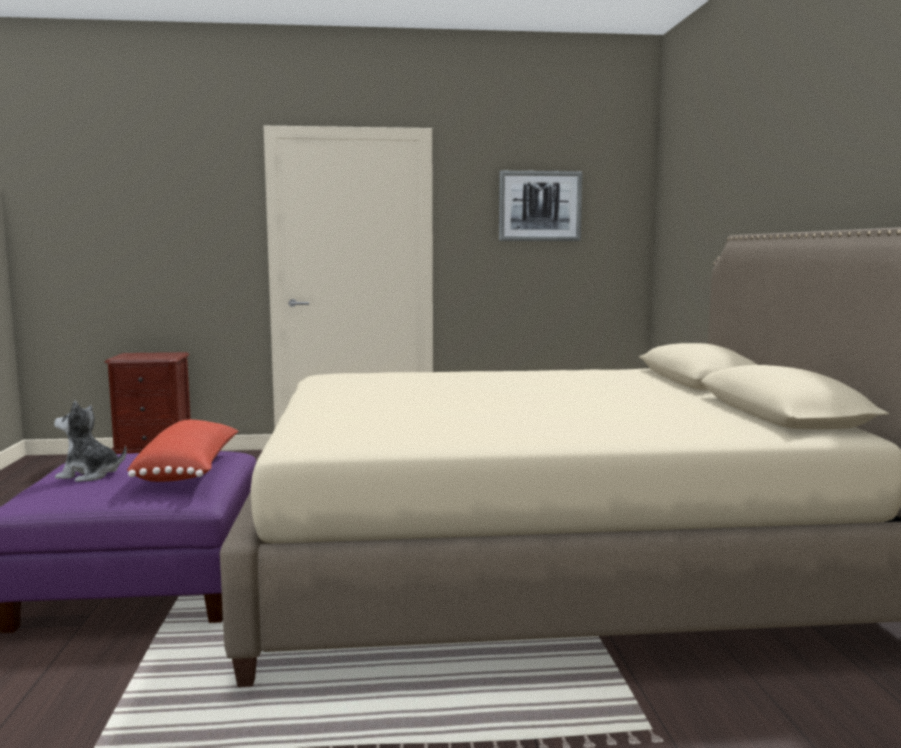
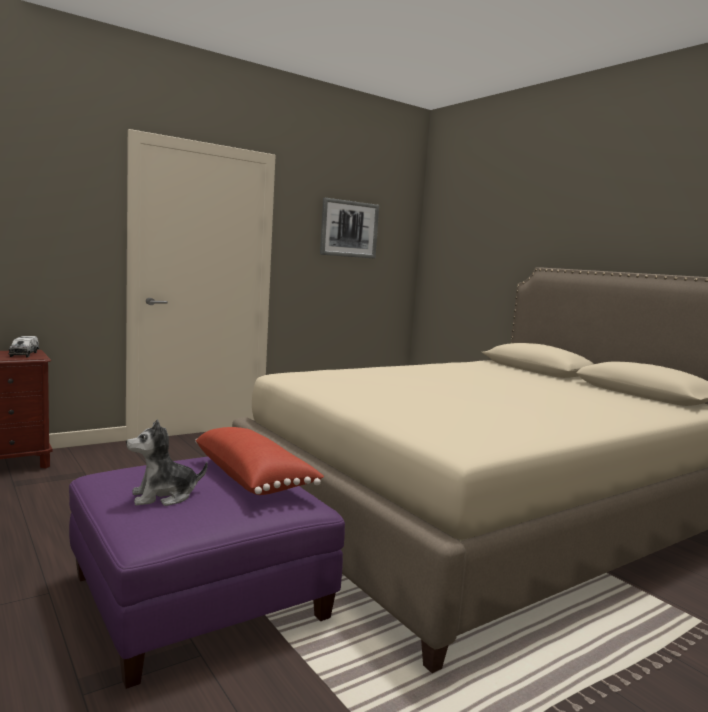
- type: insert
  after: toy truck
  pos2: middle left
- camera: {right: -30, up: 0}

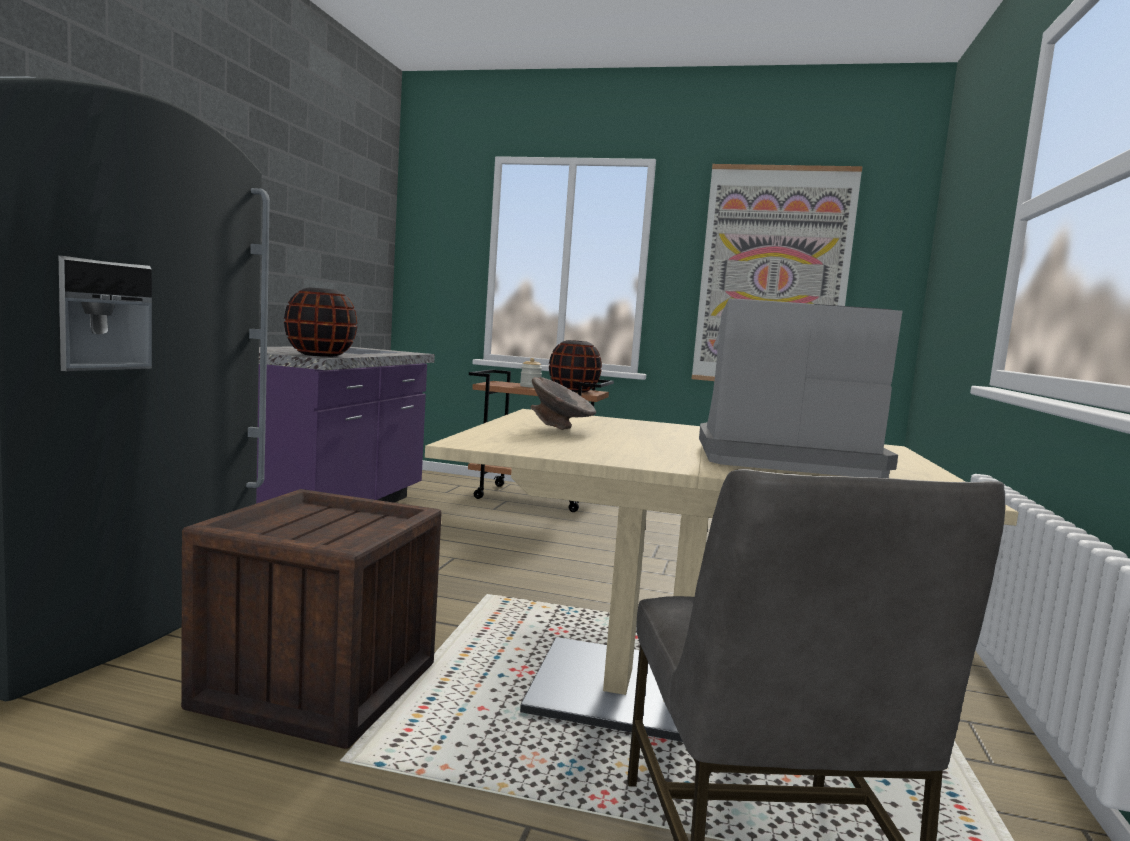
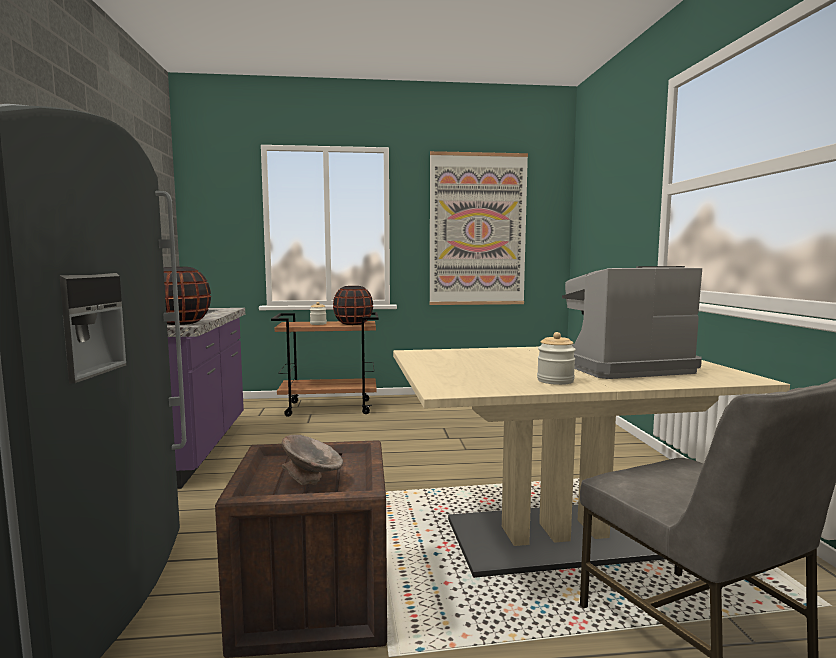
- type: move
  before: grey bowl
  pos1: centre
  pos2: bottom centre
- type: insert
  after: jar (2nd from left)
  pos2: centre
- camera: {right: -20, up: 0}

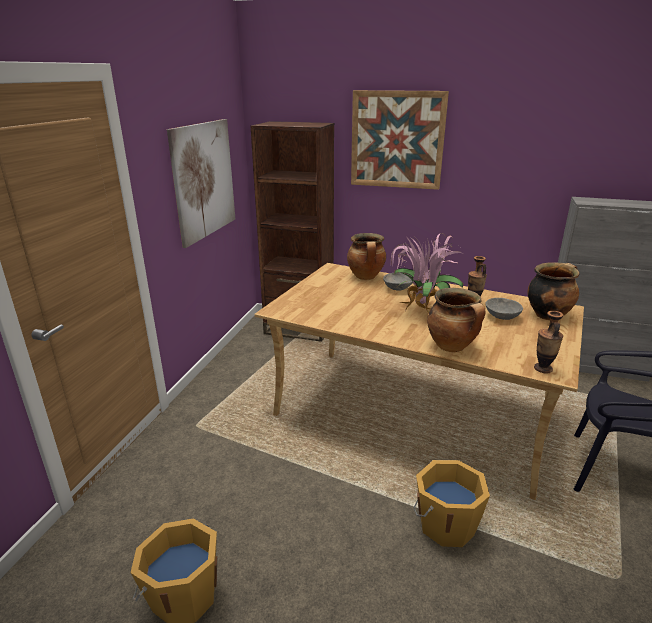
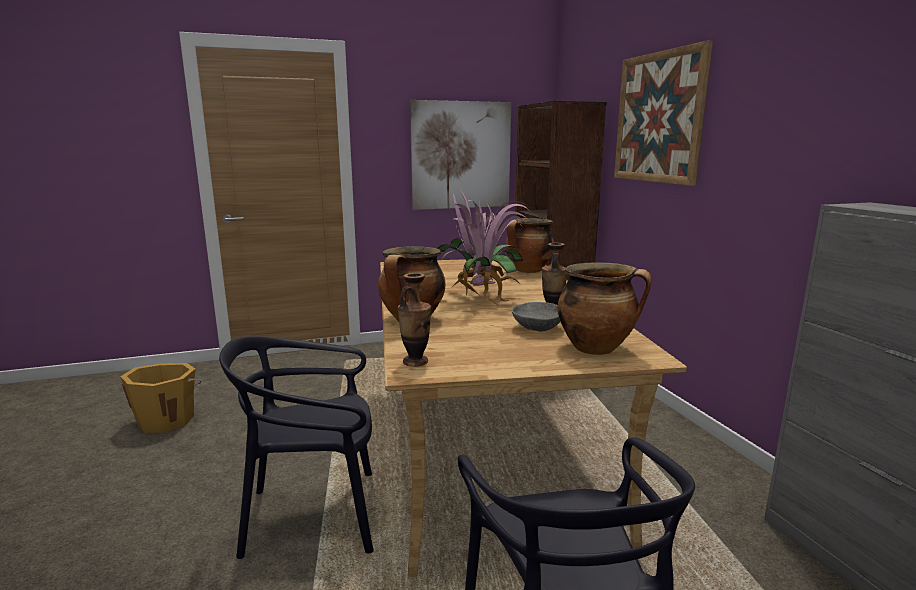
- type: replace
  before: orange bucket (2nd from left)
  after: black chair (1st from left)
  pos1: bottom right
  pos2: bottom left
- type: delete
  before: grey bowl (1st from left)
  pos1: centre
- camera: {right: 55, up: -10}

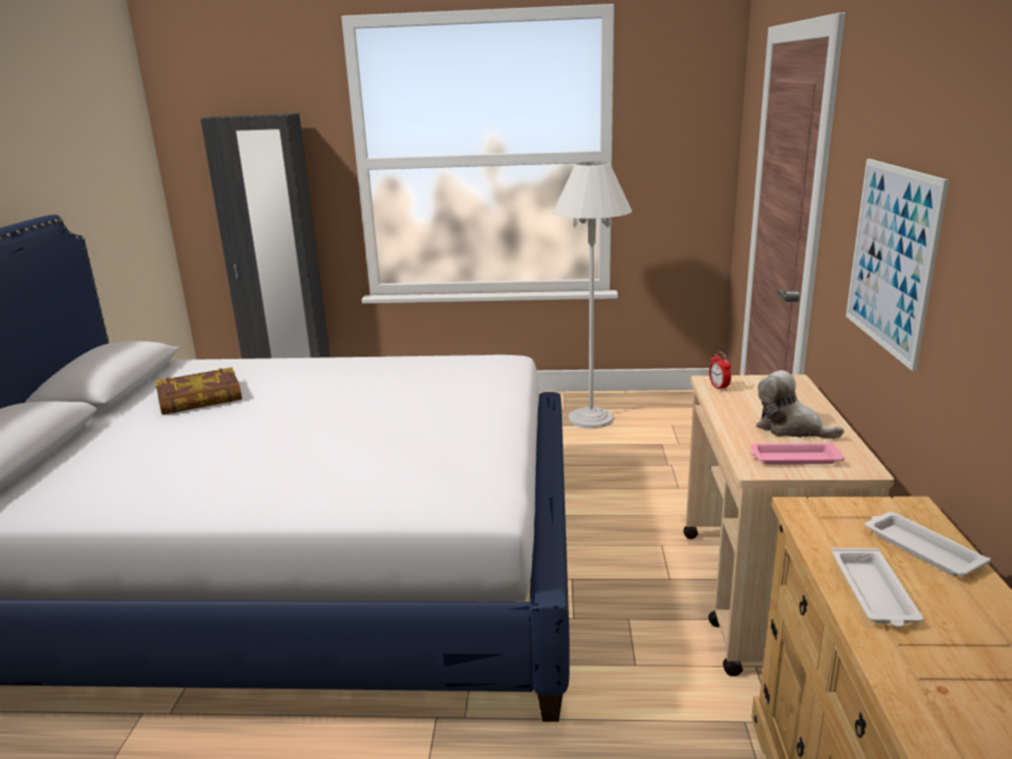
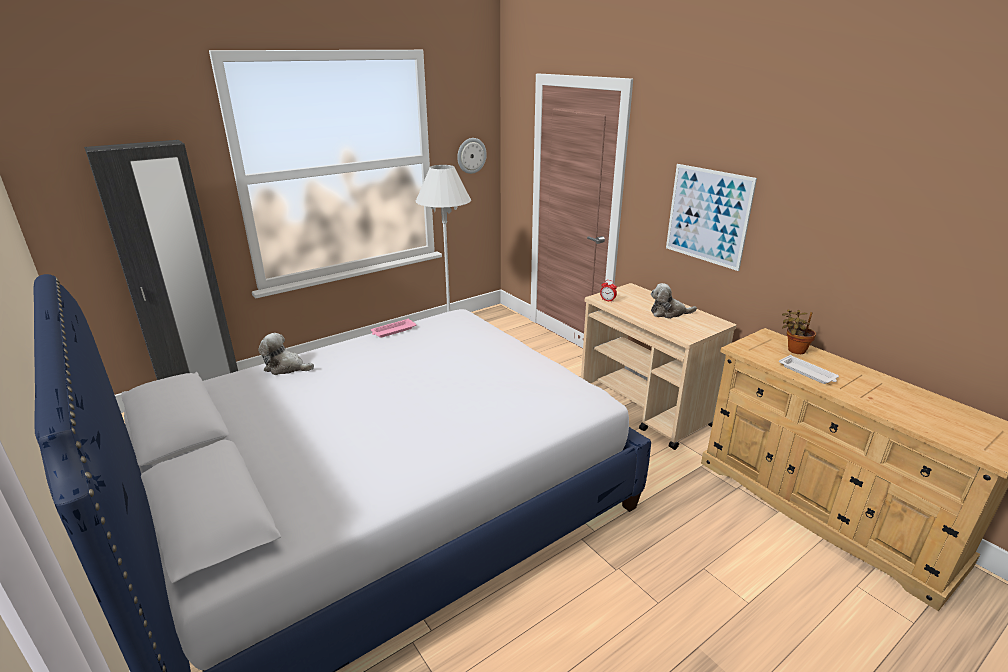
- type: insert
  after: plush toy (1st from left)
  pos2: middle left
- type: move
  before: pink tray
  pos1: middle right
  pos2: centre
- type: insert
  after: wall clock
  pos2: top centre
- type: replace
  before: white tray (2nd from left)
  after: potted plant
  pos1: bottom right
  pos2: middle right
- type: delete
  before: book
  pos1: middle left
- camera: {right: -40, up: 5}

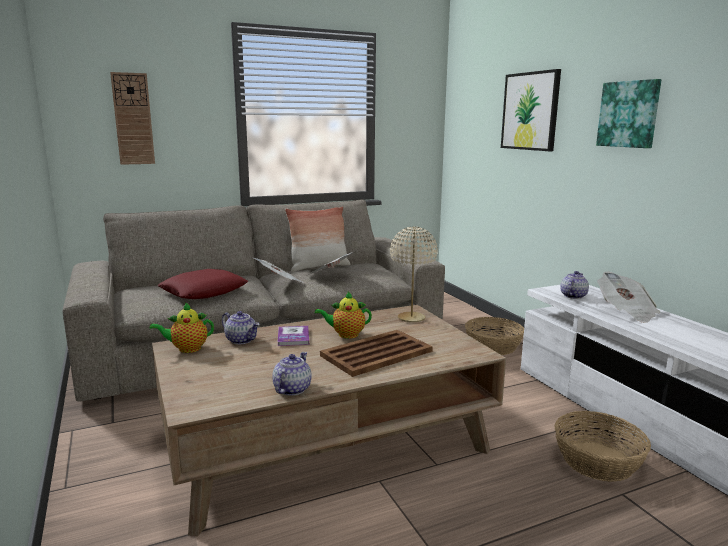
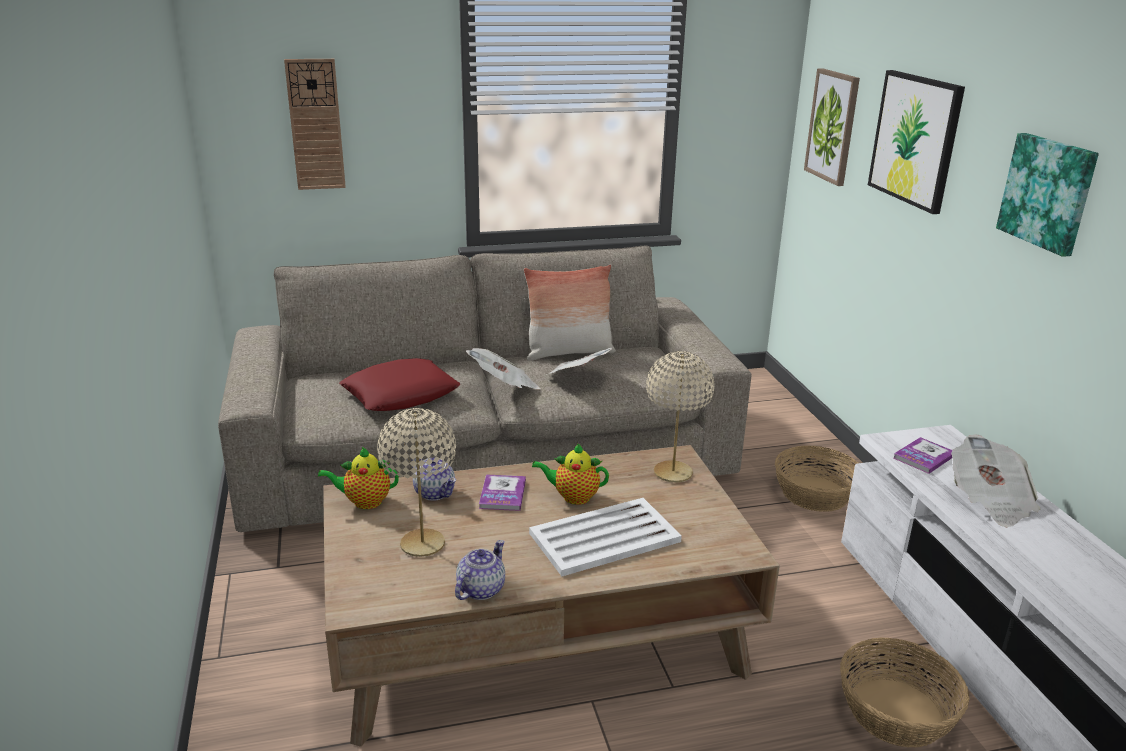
- type: insert
  after: beige table lamp (1st from left)
  pos2: centre
- type: recolor
  before: brown tray
  after: white tray
  pos1: centre
  pos2: bottom centre
- type: insert
  after: picture (1st from left)
  pos2: top right
- type: replace
  before: teapot (5th from left)
  after: book (2nd from left)
  pos1: middle right
  pos2: middle right
- camera: {right: 10, up: 10}

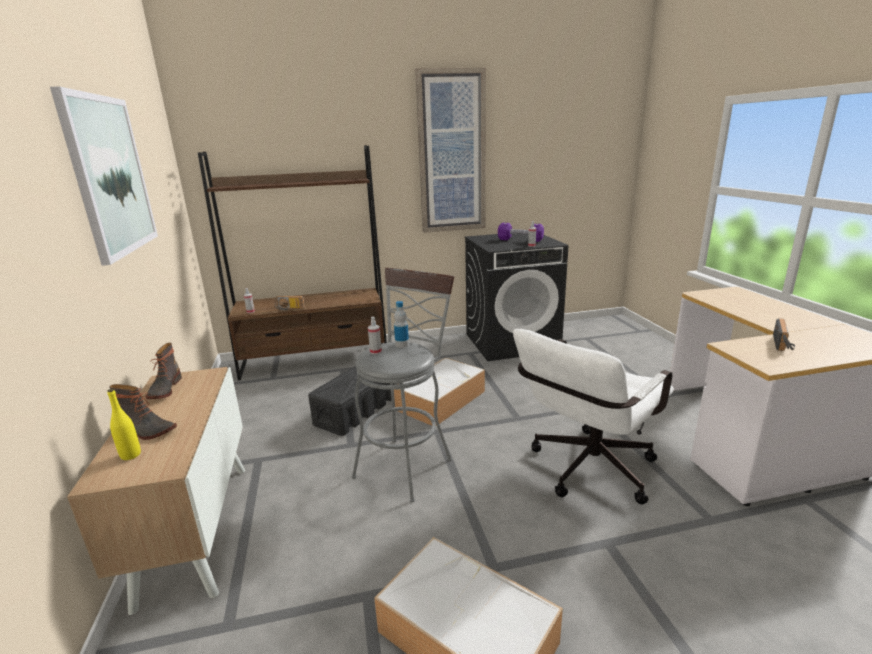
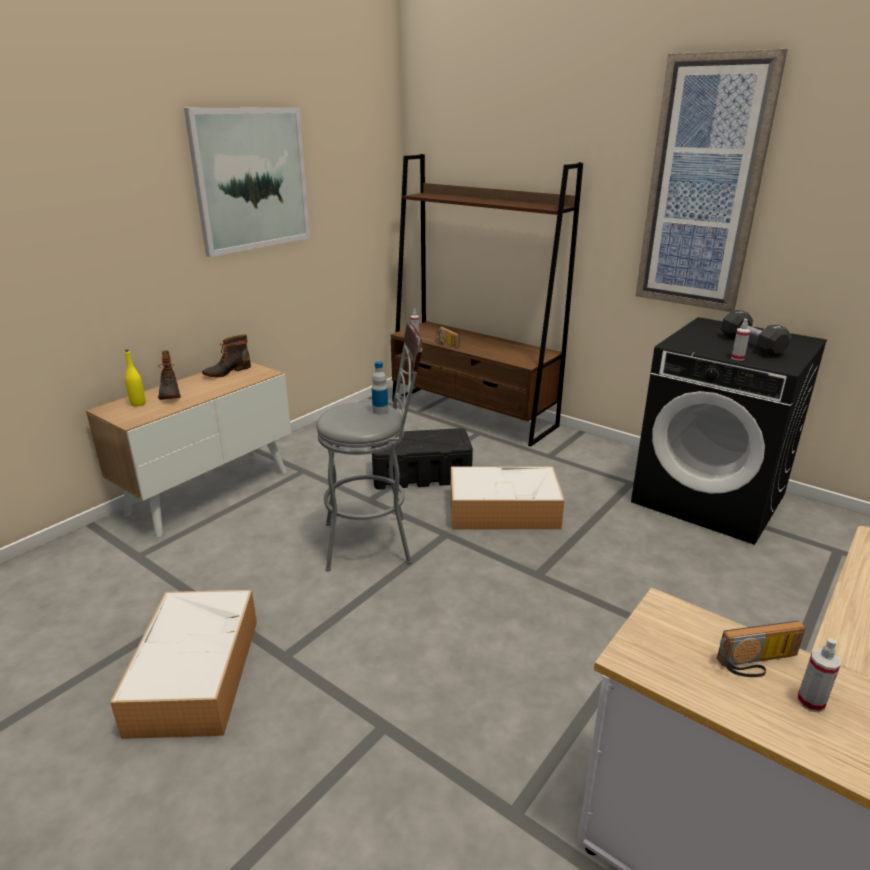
- type: recolor
  before: purple dumbbell
  after: black dumbbell
  pos1: centre
  pos2: middle right
- type: move
  before: spray bottle (2nd from left in the first image)
  after: spray bottle (3rd from left)
  pos1: centre
  pos2: bottom right
- type: delete
  before: white office chair
  pos1: middle right
- camera: {right: 50, up: 5}

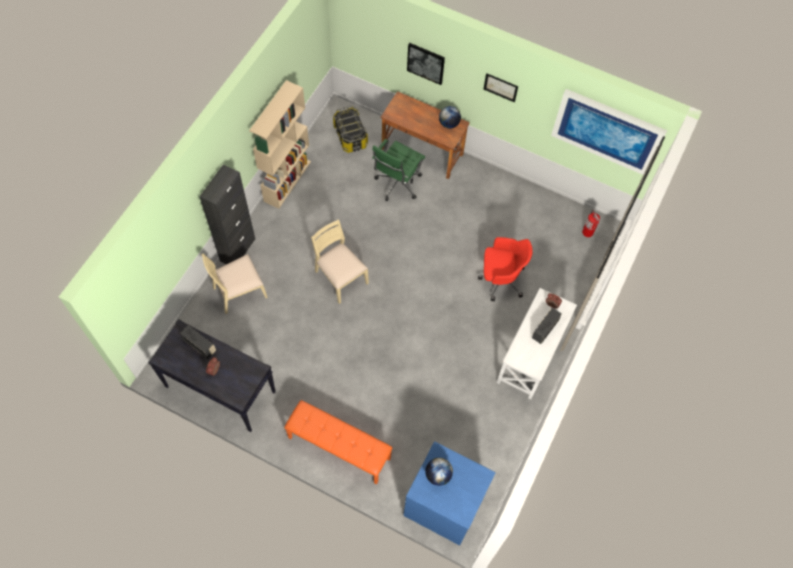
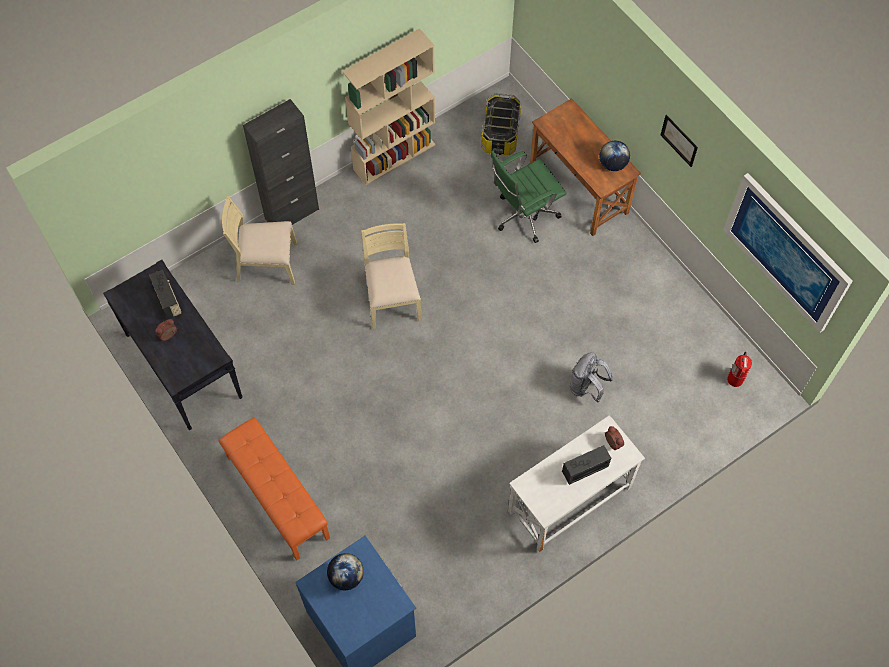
- type: replace
  before: red office chair
  after: grey backpack
  pos1: centre
  pos2: centre
- type: delete
  before: picture (1st from left)
  pos1: top centre
- camera: {right: 30, up: 0}

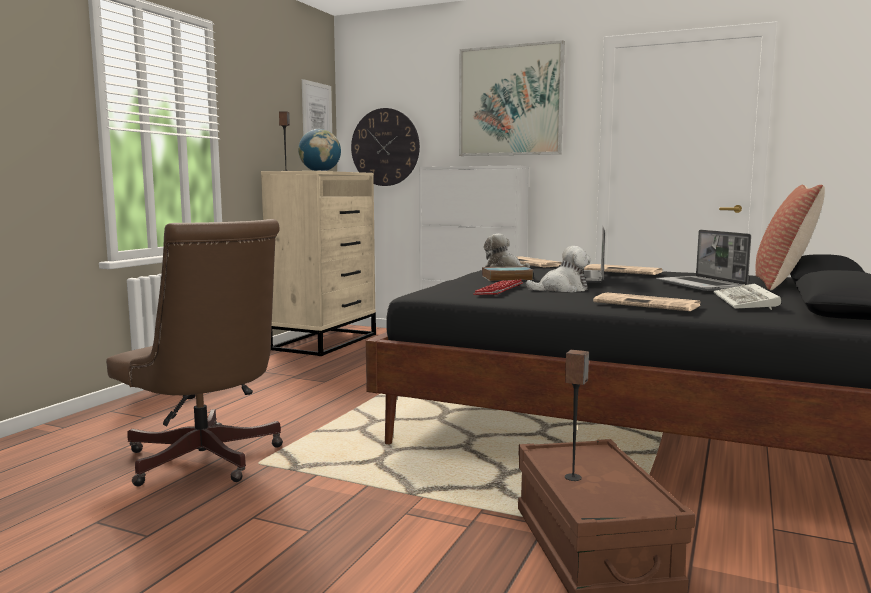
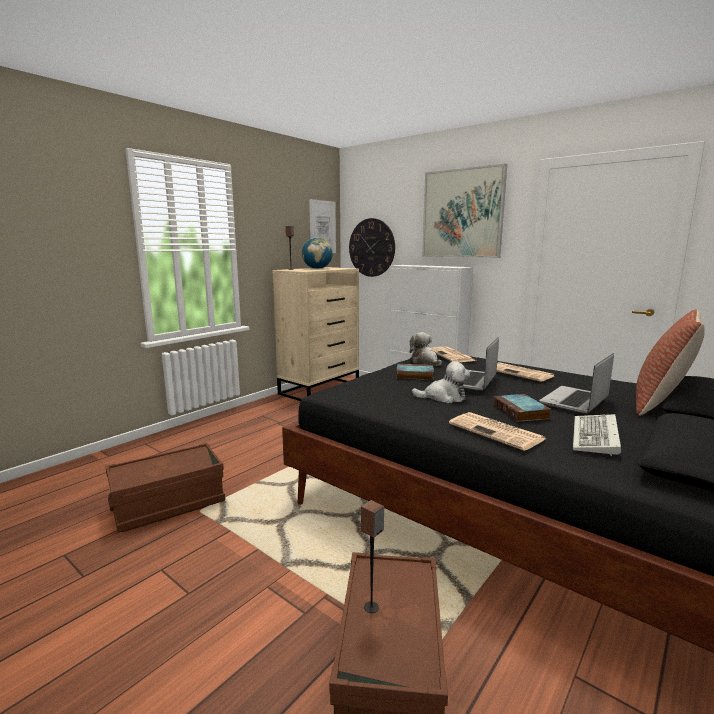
- type: replace
  before: brown office chair
  after: brown storage box (1st from left)
  pos1: middle left
  pos2: bottom left
- type: insert
  after: book (2nd from left)
  pos2: middle right
- type: rotate
  before: laptop (2nd from left)
  pos1: middle right
  pos2: middle right
  turn: 45
- type: delete
  before: keyboard (1st from left)
  pos1: centre
- camera: {right: 15, up: 5}

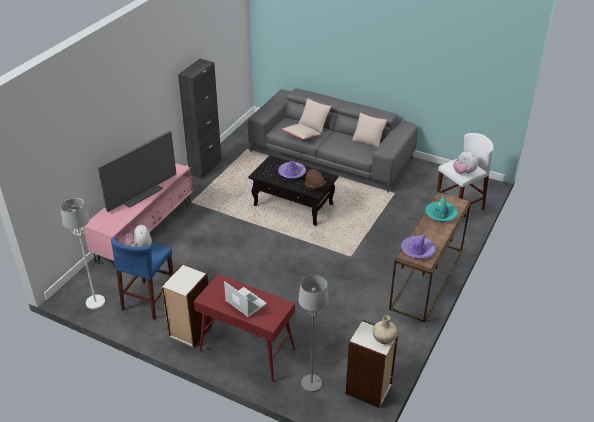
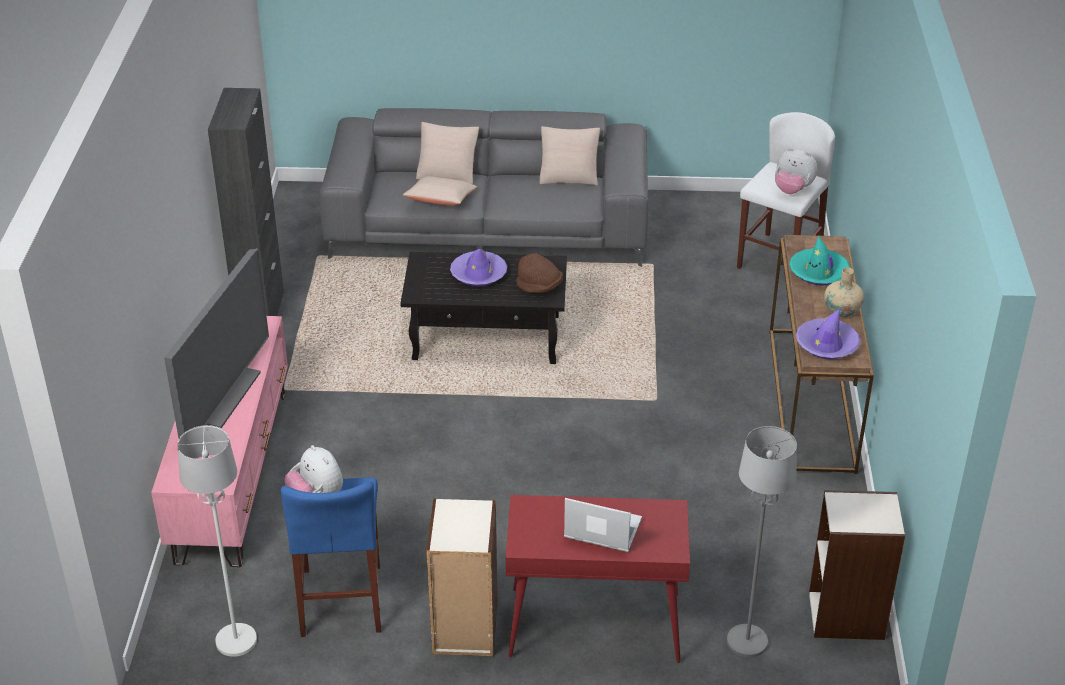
- type: move
  before: beige vase
  pos1: bottom centre
  pos2: middle right
- camera: {right: -25, up: 0}

